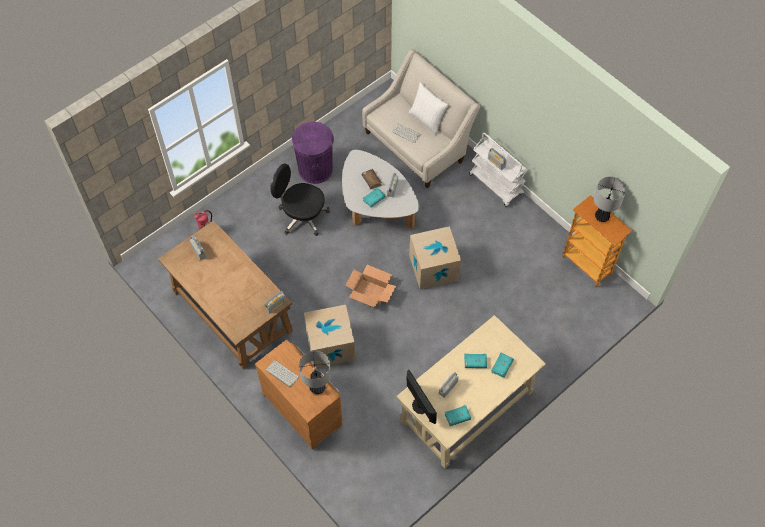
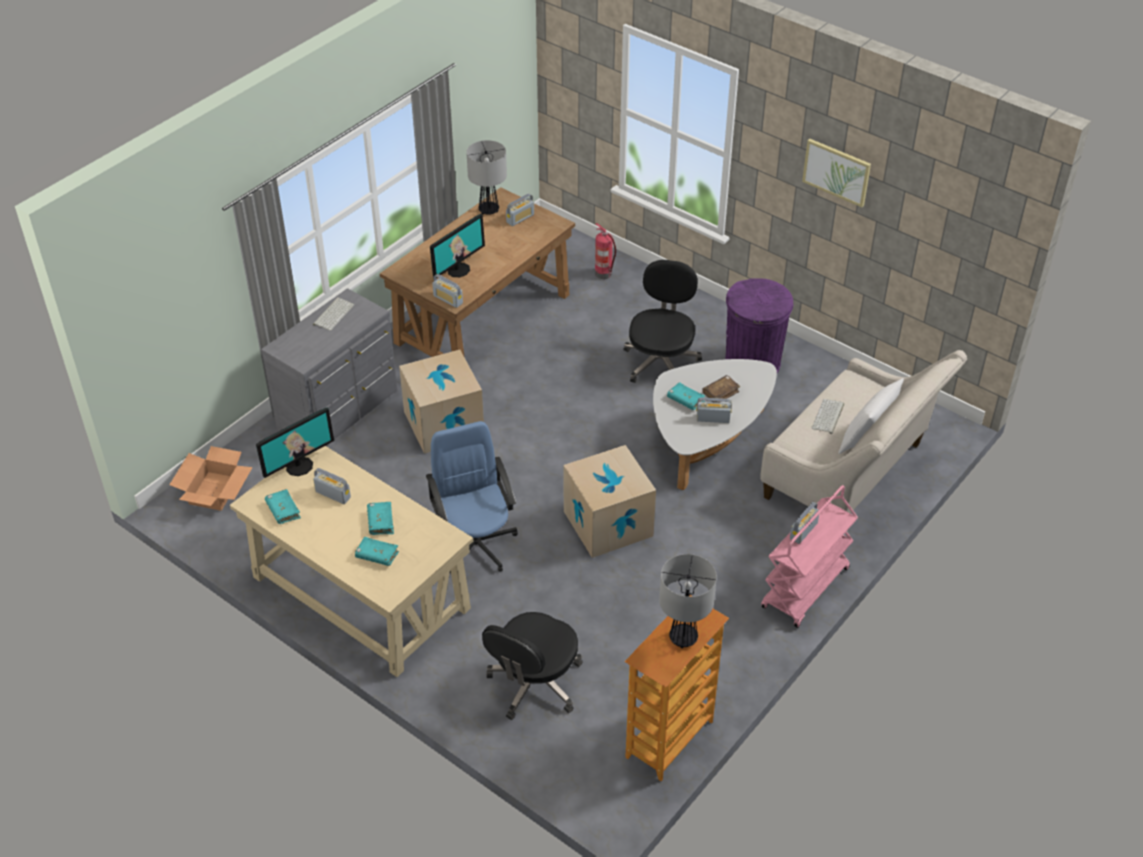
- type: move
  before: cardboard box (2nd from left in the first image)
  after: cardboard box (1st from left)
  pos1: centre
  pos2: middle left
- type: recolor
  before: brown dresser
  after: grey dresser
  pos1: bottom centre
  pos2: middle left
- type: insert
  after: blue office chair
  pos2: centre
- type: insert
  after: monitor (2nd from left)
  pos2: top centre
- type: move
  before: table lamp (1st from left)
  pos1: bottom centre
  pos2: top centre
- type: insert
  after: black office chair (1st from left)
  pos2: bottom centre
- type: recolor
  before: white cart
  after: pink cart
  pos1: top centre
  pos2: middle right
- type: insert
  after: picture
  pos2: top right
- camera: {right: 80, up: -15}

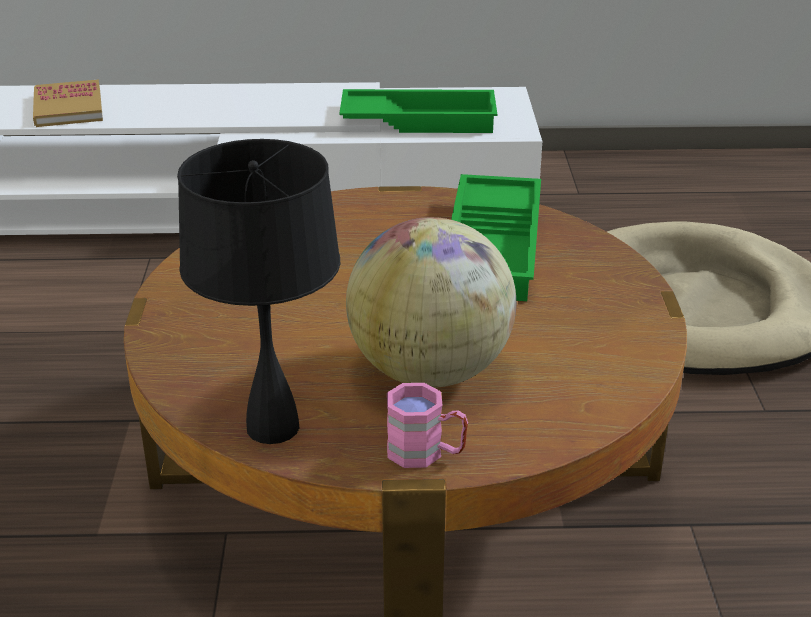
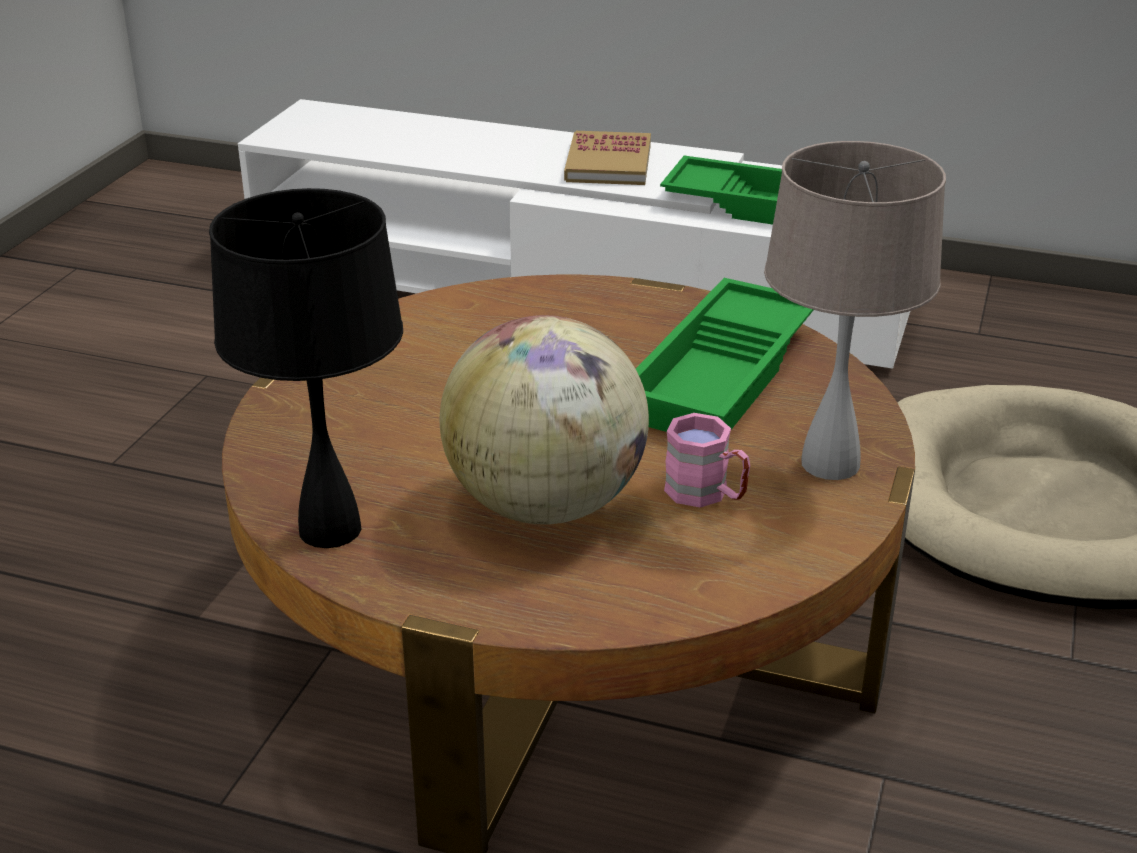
- type: move
  before: book
  pos1: top left
  pos2: top centre
- type: move
  before: pink mug
  pos1: bottom centre
  pos2: centre
- type: insert
  after: beige table lamp
  pos2: middle right
- camera: {right: 20, up: 0}

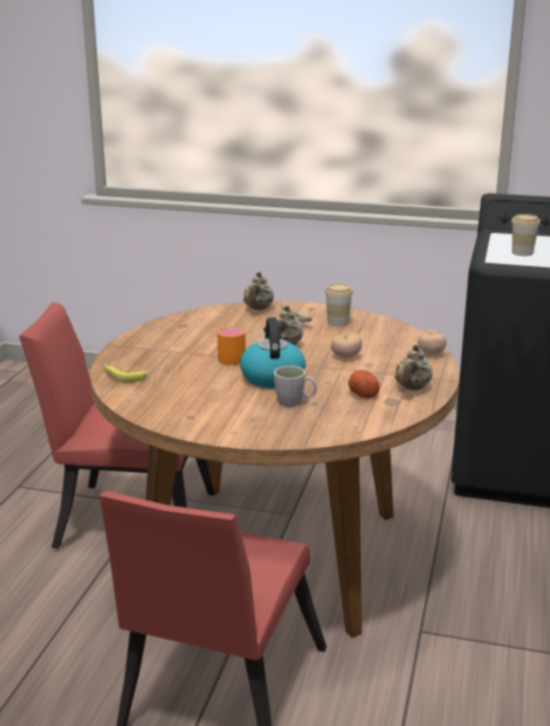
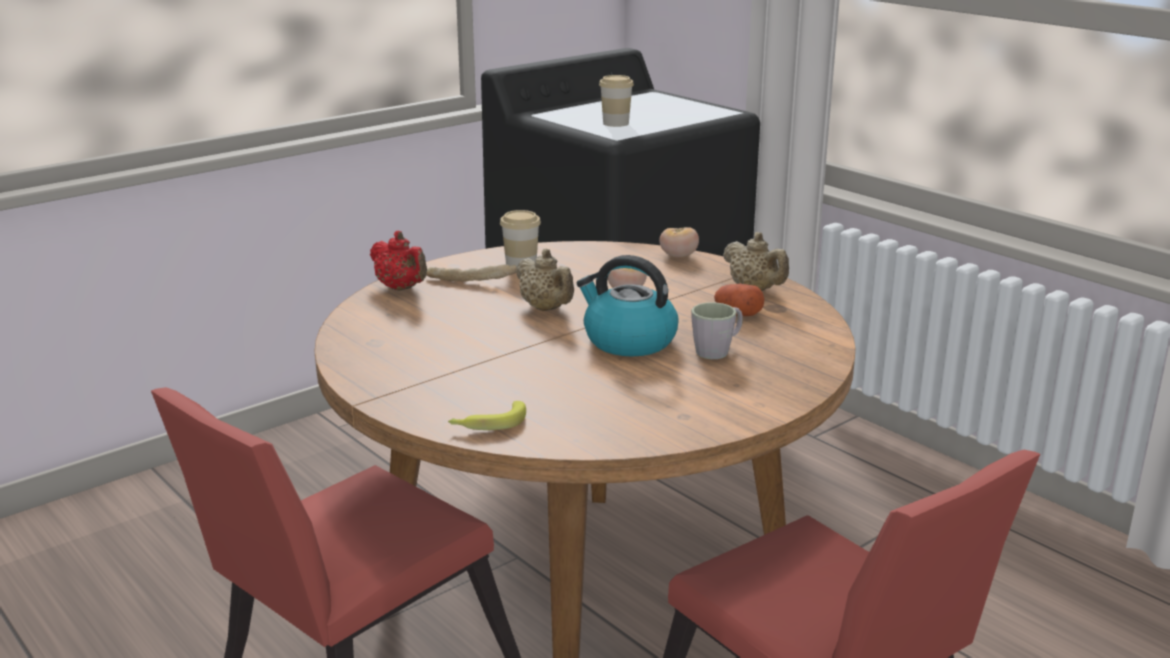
- type: recolor
  before: beige teapot (1st from left)
  after: red teapot
  pos1: centre
  pos2: centre
- type: delete
  before: orange mug
  pos1: centre
- camera: {right: -55, up: 0}

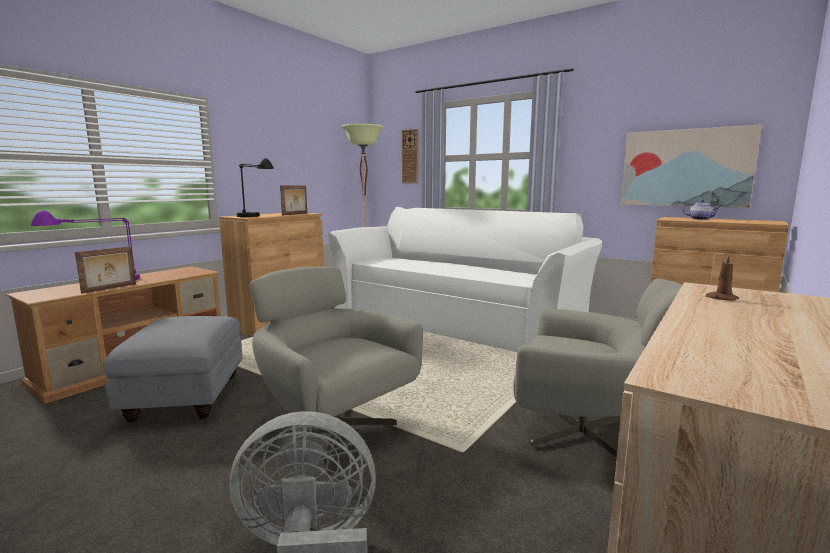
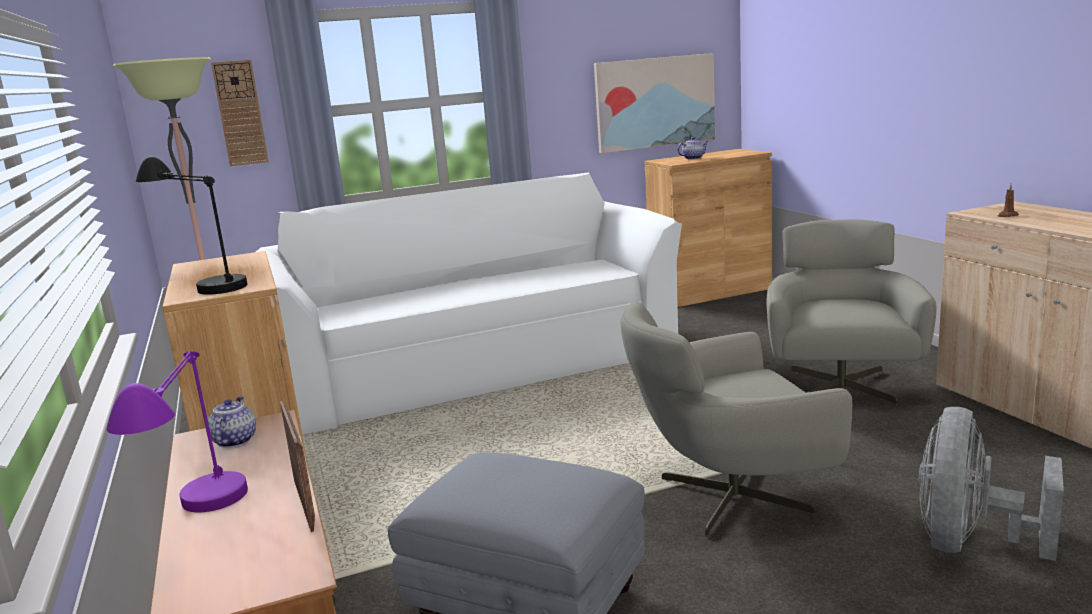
- type: insert
  after: teapot (1st from left)
  pos2: bottom left
- type: rotate
  before: grey armchair (2nd from left)
  pos1: middle right
  pos2: middle right
  turn: -45
- type: delete
  before: picture frame (2nd from left)
  pos1: centre
- camera: {right: -55, up: 5}

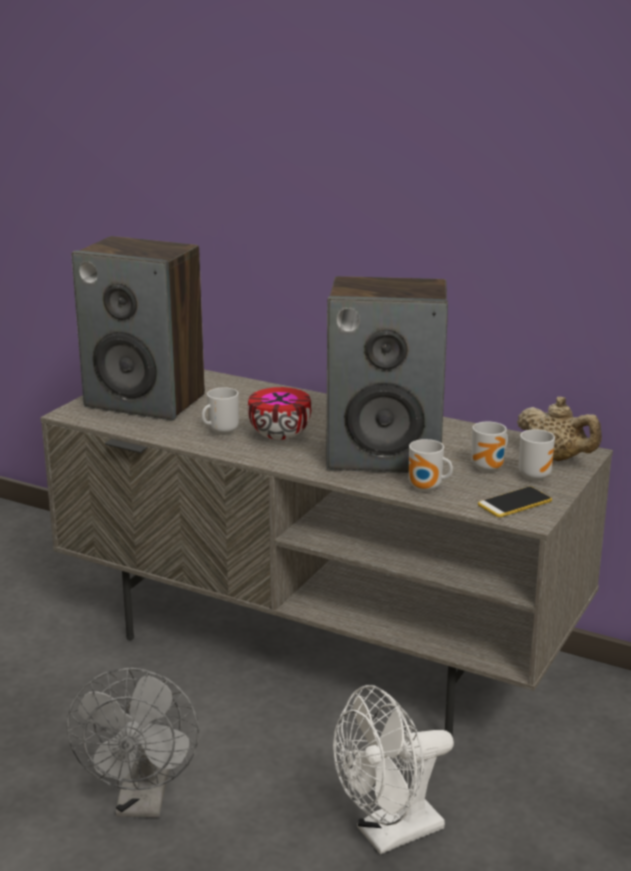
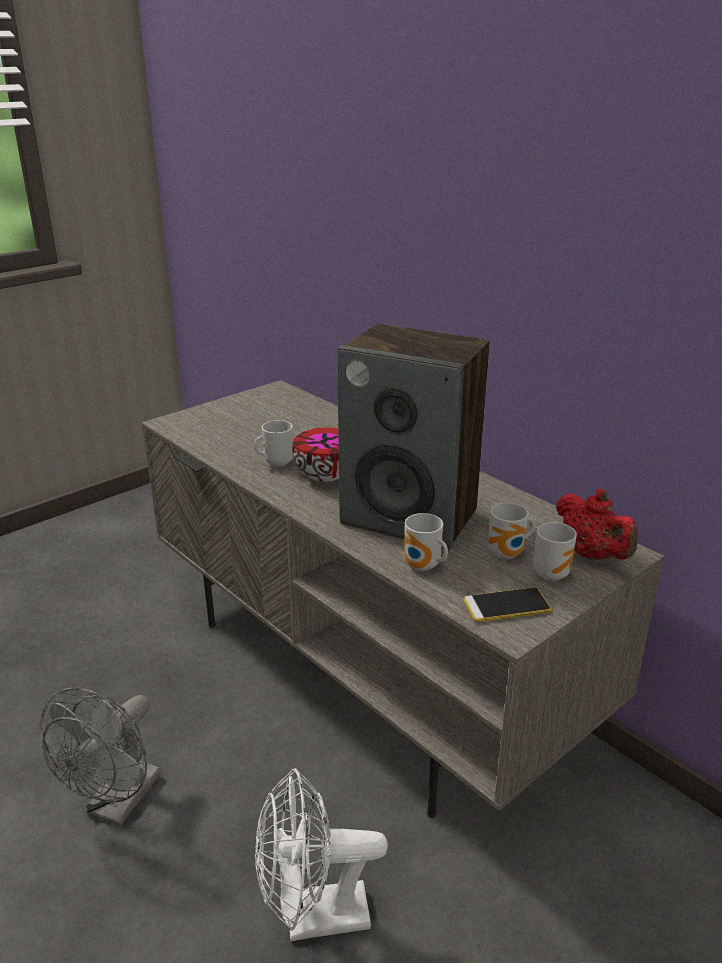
- type: recolor
  before: beige teapot
  after: red teapot
  pos1: middle right
  pos2: middle right
- type: delete
  before: speaker (1st from left)
  pos1: middle left
- camera: {right: 20, up: 5}

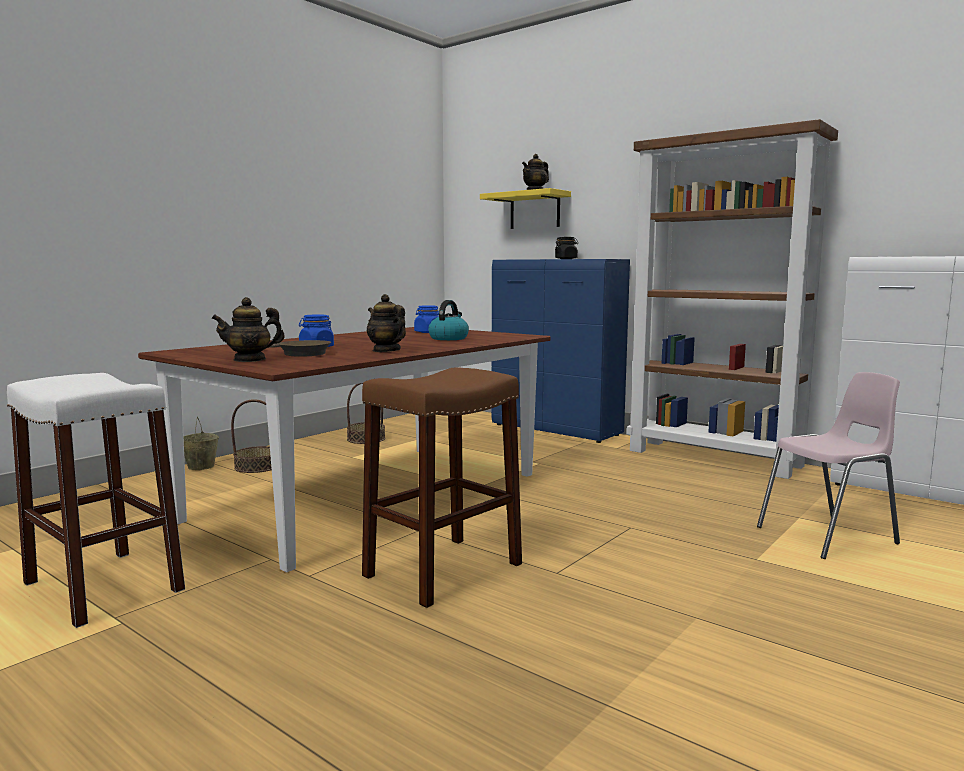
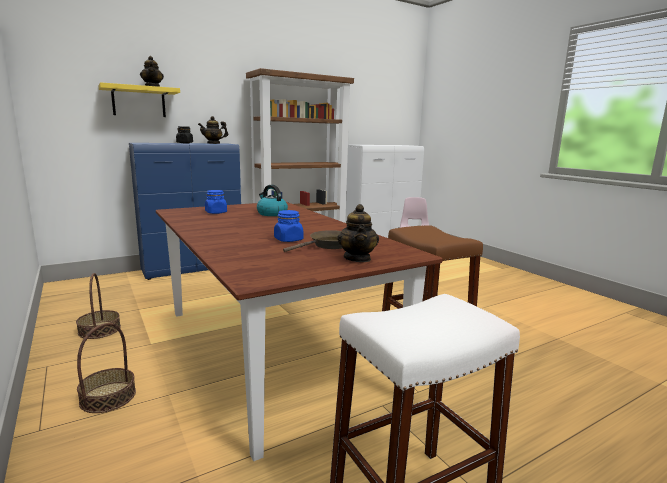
- type: move
  before: teapot (2nd from left)
  pos1: centre
  pos2: top left
- type: delete
  before: beige bucket
  pos1: middle left
- camera: {right: -70, up: 5}

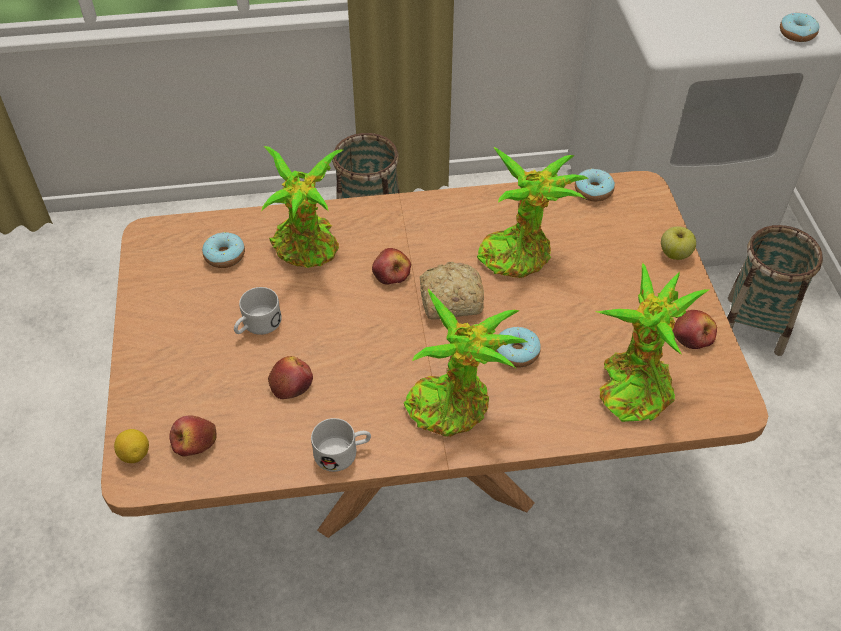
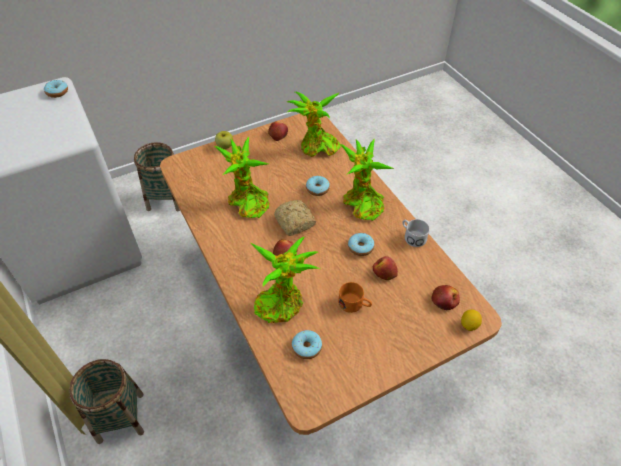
- type: recolor
  before: white mug (1st from left)
  after: orange mug
  pos1: middle left
  pos2: centre
- type: move
  before: donut (3rd from left in the first image)
  after: donut (4th from left)
  pos1: top right
  pos2: centre
- camera: {right: -110, up: 0}

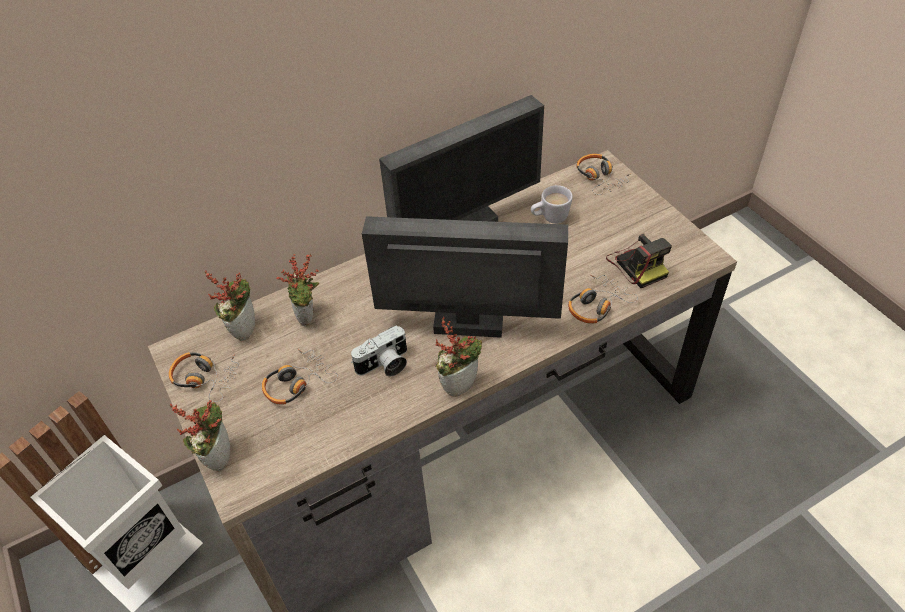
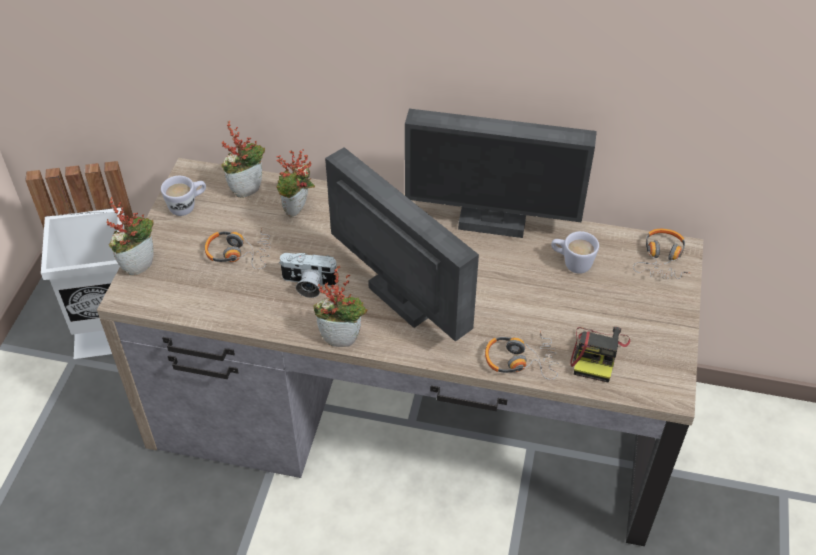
- type: replace
  before: headphones (1st from left)
  after: white mug (1st from left)
  pos1: middle left
  pos2: middle left
- camera: {right: 40, up: 0}

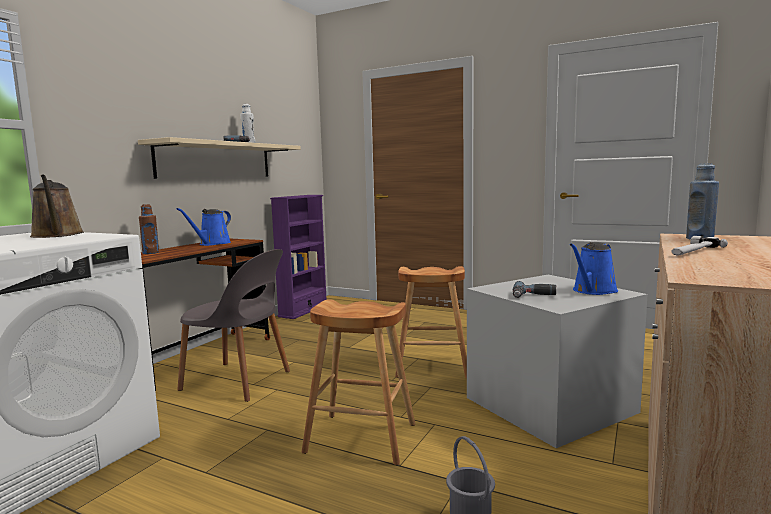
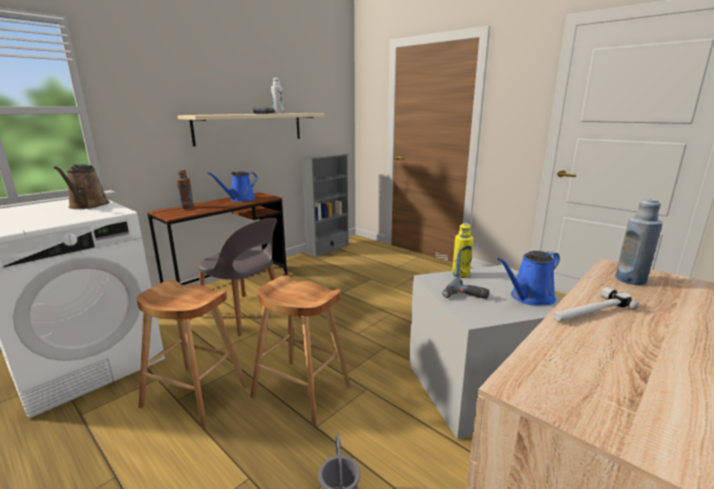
- type: move
  before: brown stool (2nd from left in the first image)
  after: brown stool (1st from left)
  pos1: centre
  pos2: bottom left
- type: recolor
  before: purple bookcase
  after: grey bookcase
  pos1: centre
  pos2: centre
- type: insert
  after: yellow bottle
  pos2: centre
- camera: {right: 15, up: 10}

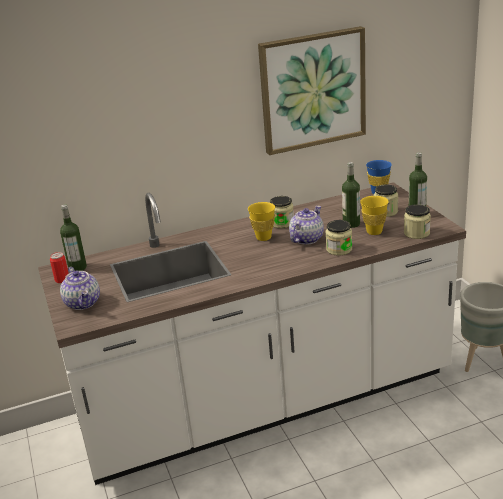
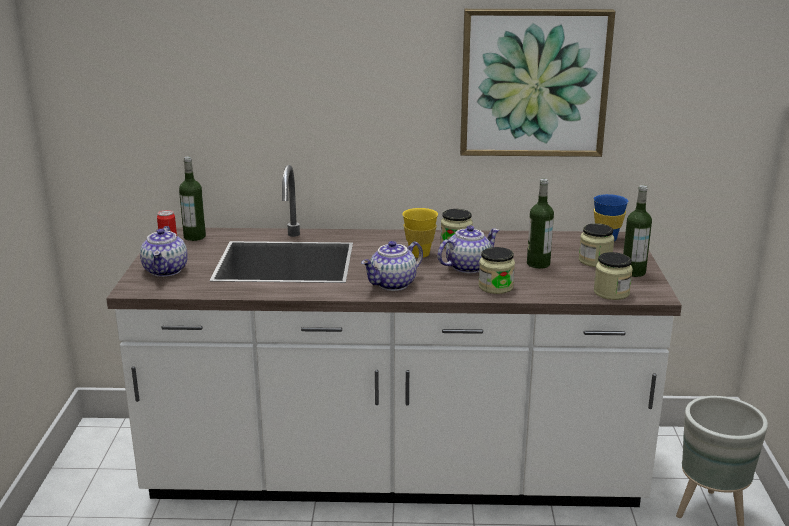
- type: insert
  after: teapot (2nd from left)
  pos2: centre
- type: delete
  before: yellow cup (2nd from left)
  pos1: middle right
- camera: {right: 20, up: -5}

